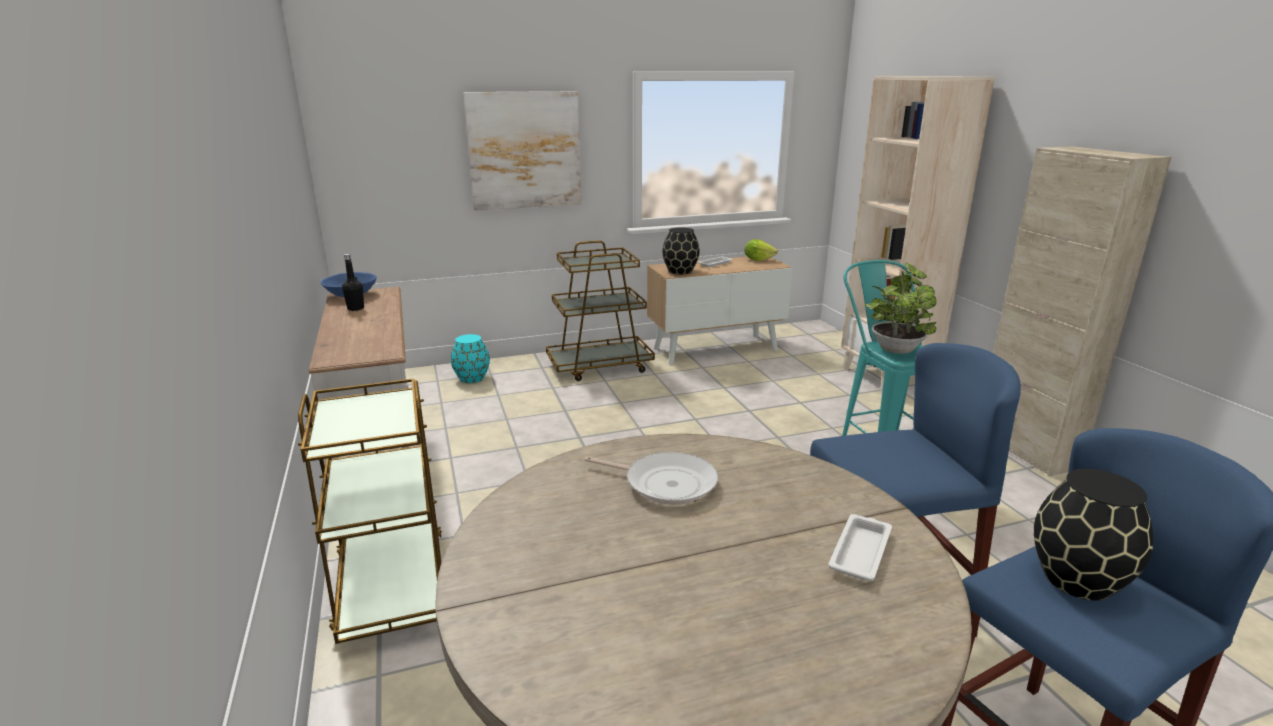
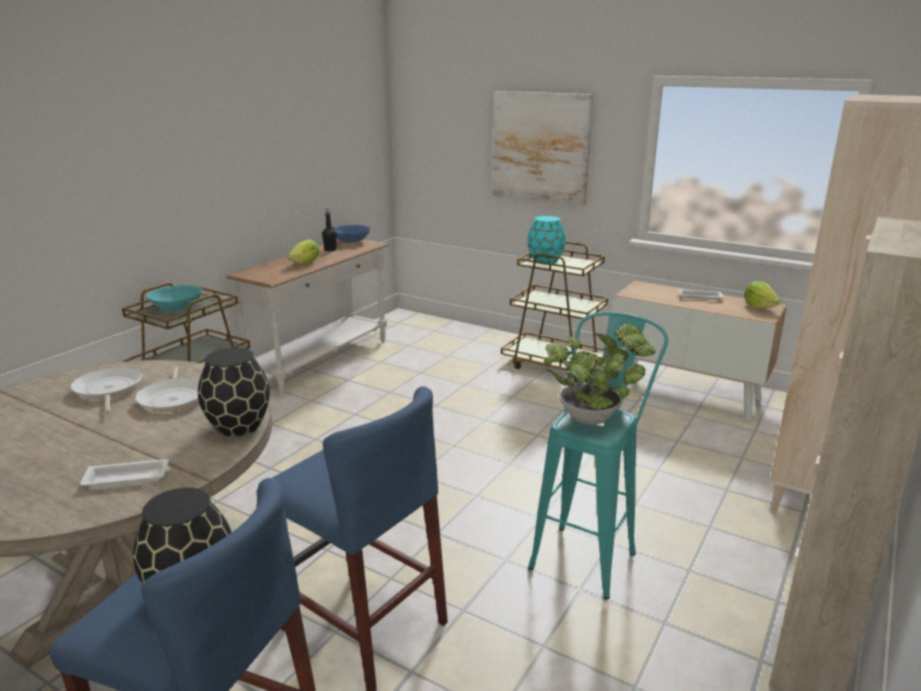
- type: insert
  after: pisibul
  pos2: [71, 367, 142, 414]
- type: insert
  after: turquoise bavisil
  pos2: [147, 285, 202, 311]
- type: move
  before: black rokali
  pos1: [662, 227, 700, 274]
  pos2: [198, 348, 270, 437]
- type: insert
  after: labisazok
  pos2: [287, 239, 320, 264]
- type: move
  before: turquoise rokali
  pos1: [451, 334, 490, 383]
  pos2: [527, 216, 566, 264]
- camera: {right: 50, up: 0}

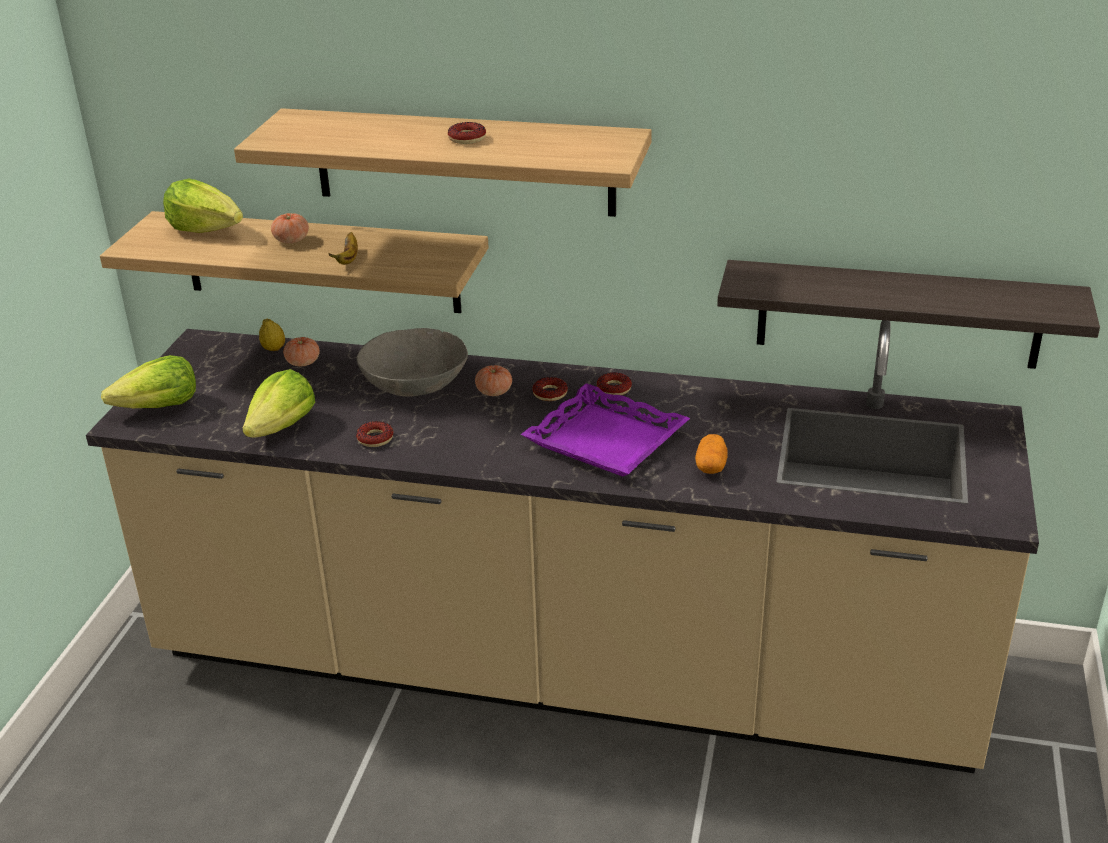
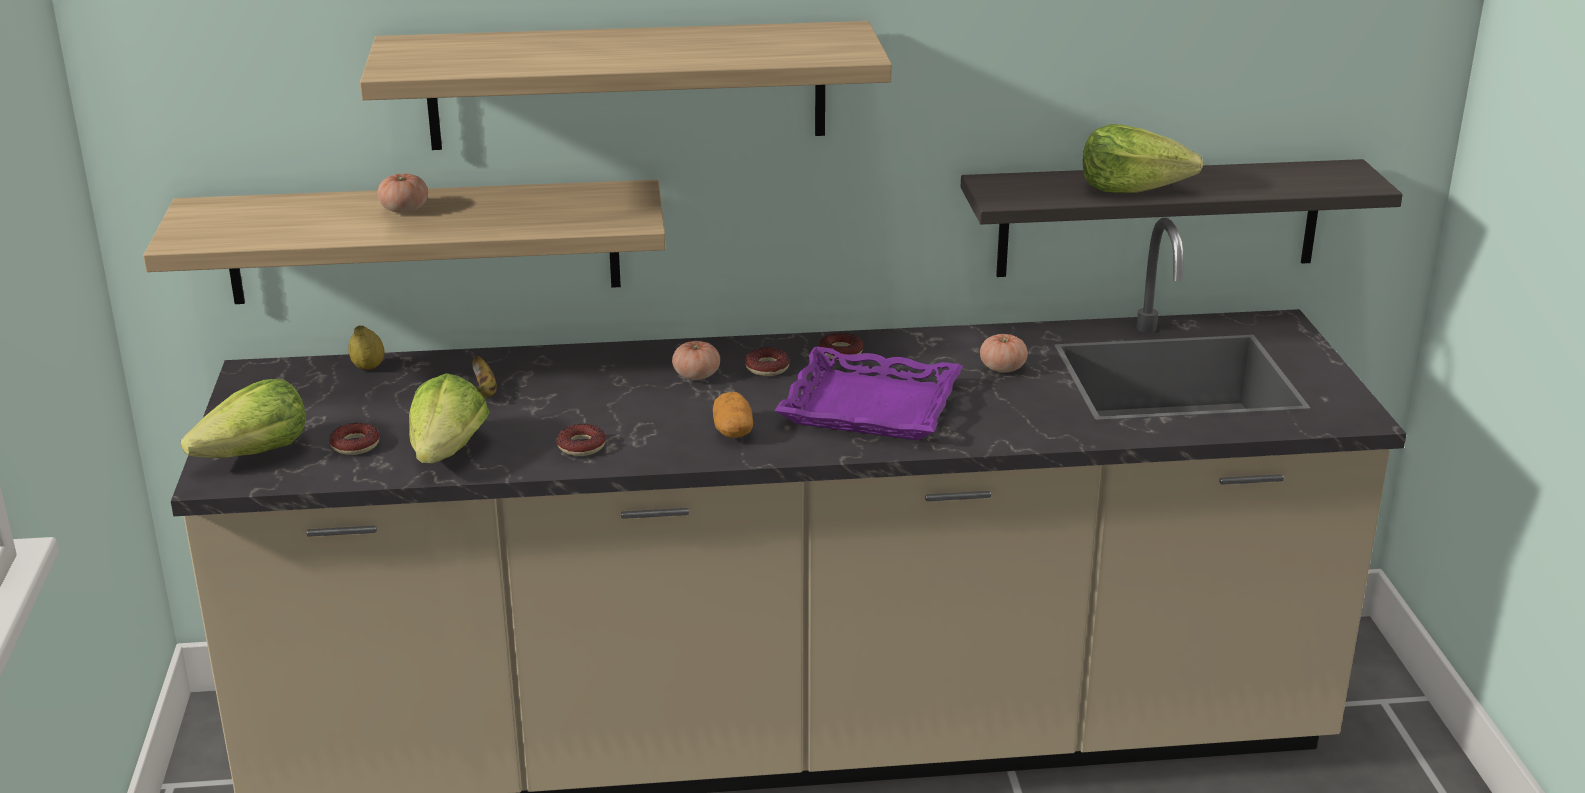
- type: move
  before: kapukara
  pos1: [448, 122, 486, 144]
  pos2: [329, 423, 379, 455]
- type: move
  before: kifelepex
  pos1: [329, 232, 358, 265]
  pos2: [472, 356, 497, 398]
- type: move
  before: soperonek
  pos1: [695, 434, 728, 474]
  pos2: [713, 392, 753, 438]
- type: move
  before: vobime
  pos1: [283, 337, 320, 366]
  pos2: [980, 334, 1028, 372]
- type: move
  before: labisazok
  pos1: [163, 178, 243, 233]
  pos2: [1083, 124, 1203, 193]
- type: delete
  before: grey bavisil
  pos1: [357, 328, 468, 397]
- camera: {right: -20, up: -5}

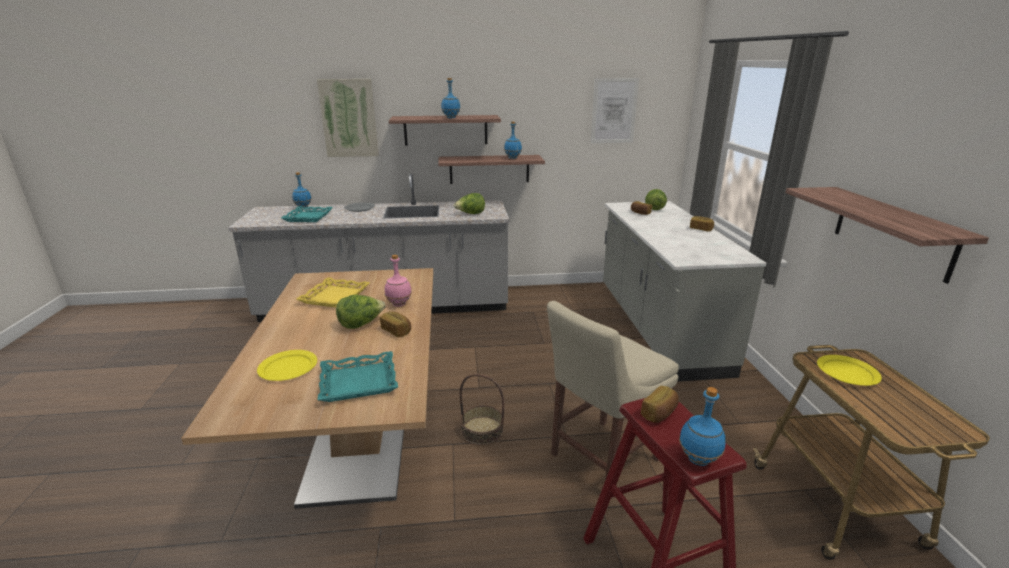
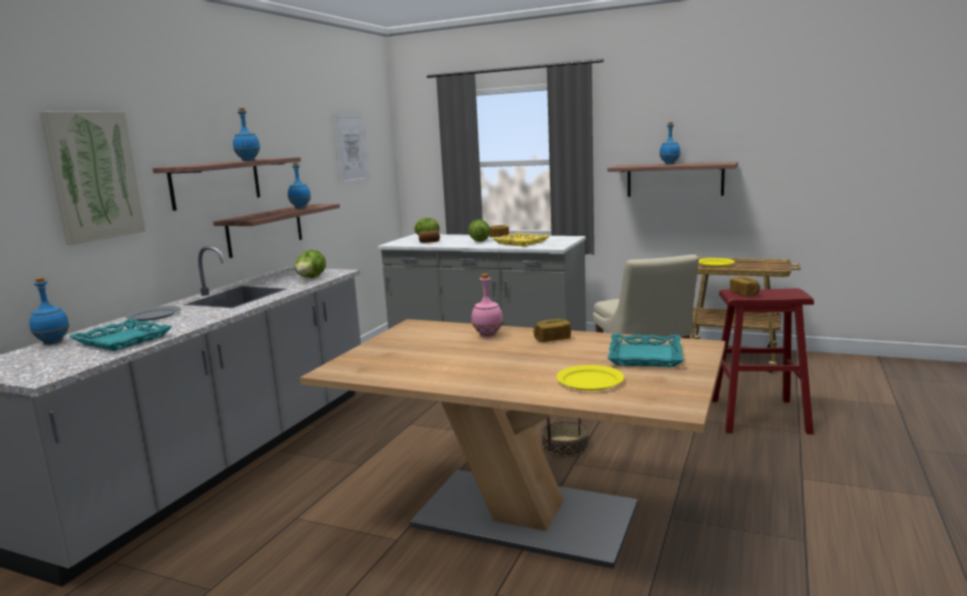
- type: move
  before: labisazok
  pos1: [336, 295, 386, 329]
  pos2: [468, 219, 490, 242]
- type: move
  before: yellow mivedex
  pos1: [296, 277, 370, 308]
  pos2: [493, 232, 549, 246]
- type: move
  before: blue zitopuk
  pos1: [679, 387, 726, 466]
  pos2: [660, 122, 681, 164]
- camera: {right: -60, up: -10}

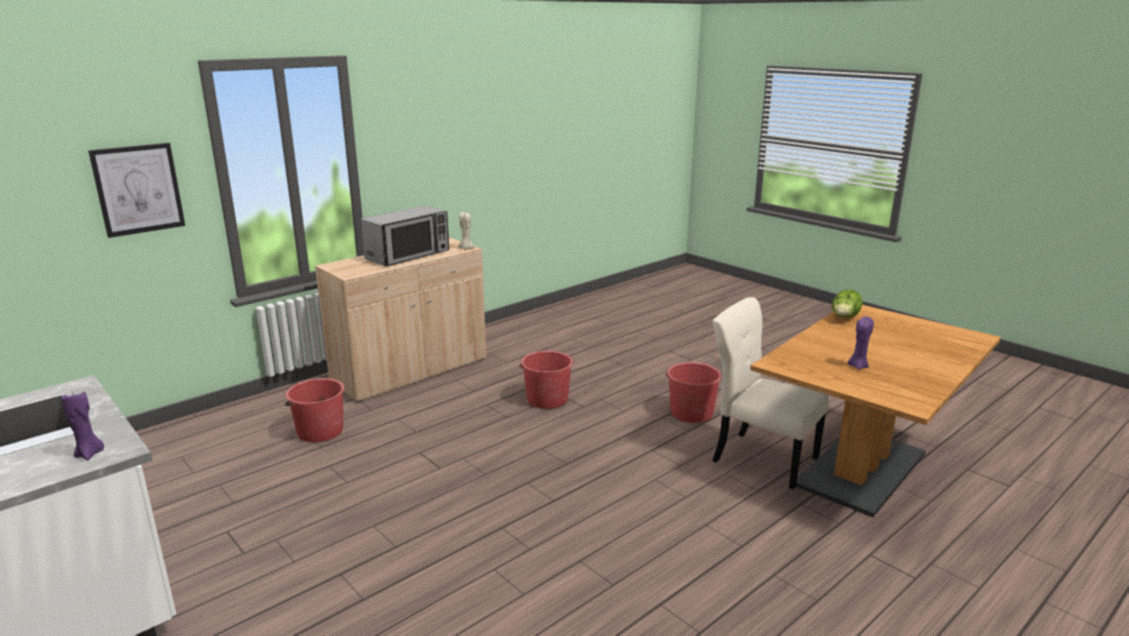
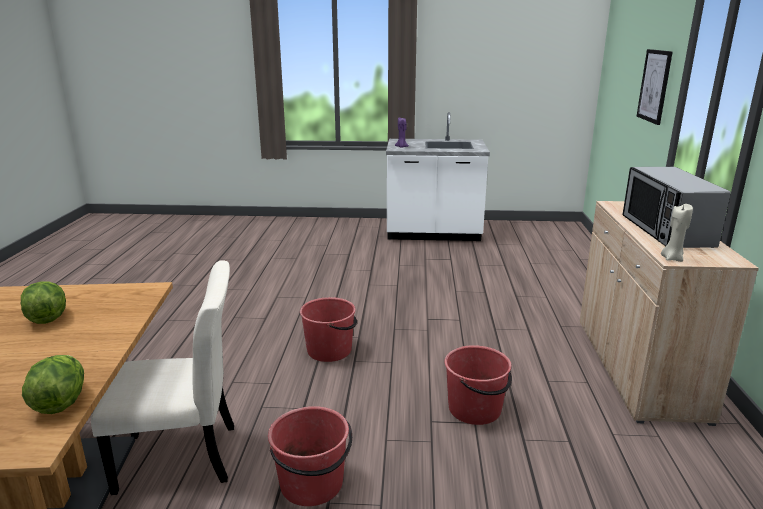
- type: replace
  before: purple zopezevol
  after: labisazok
  pos1: [848, 316, 874, 370]
  pos2: [21, 281, 66, 324]
- type: move
  before: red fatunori
  pos1: [285, 378, 344, 442]
  pos2: [300, 297, 357, 362]
- camera: {right: 135, up: 0}

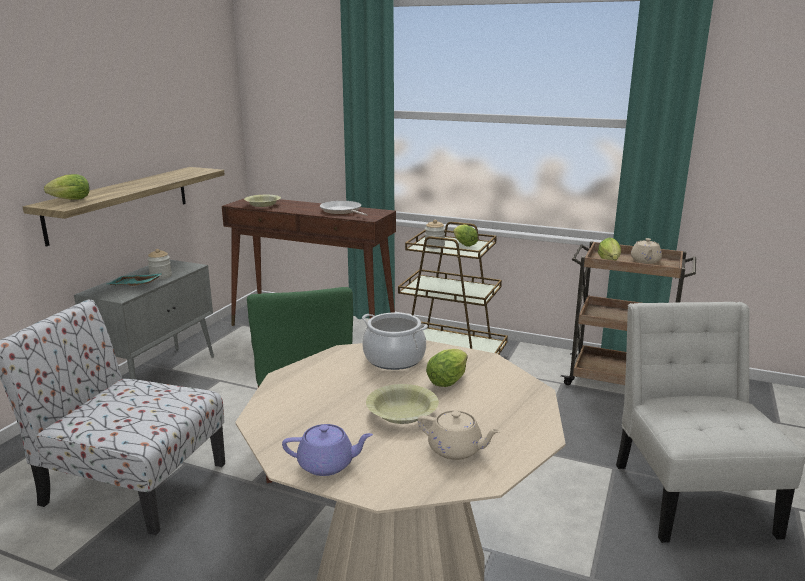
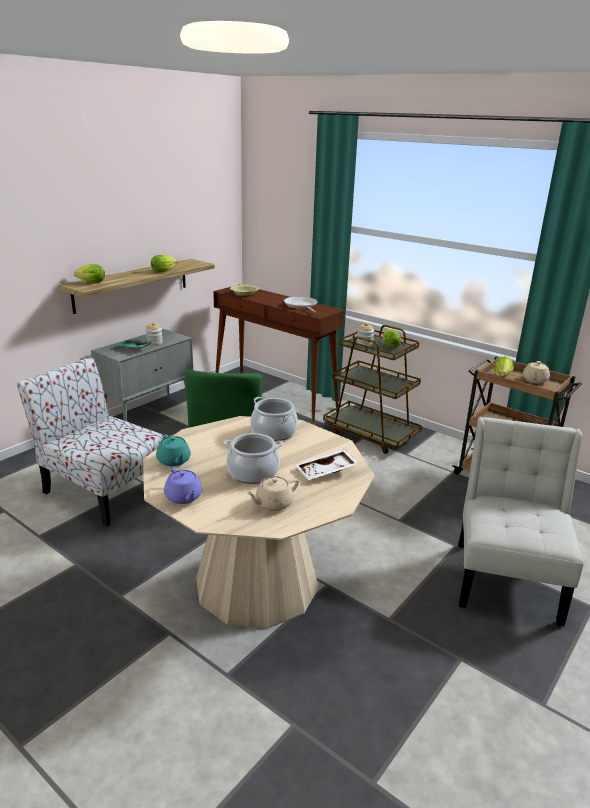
- type: move
  before: labisazok
  pos1: [426, 349, 467, 387]
  pos2: [151, 255, 177, 272]
- type: insert
  after: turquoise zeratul
  pos2: [156, 435, 191, 466]
- type: rotate
  before: purple zeratul
  pos1: [282, 424, 373, 476]
  pos2: [164, 468, 202, 504]
  turn: 45
- type: replace
  before: yellow bavisil
  after: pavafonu
  pos1: [366, 384, 439, 424]
  pos2: [224, 433, 283, 484]
- type: rotate
  before: beige zeratul
  pos1: [418, 410, 501, 460]
  pos2: [246, 476, 299, 511]
  turn: 105
- type: insert
  after: white mivedex
  pos2: [295, 449, 359, 480]
- camera: {right: 15, up: 5}

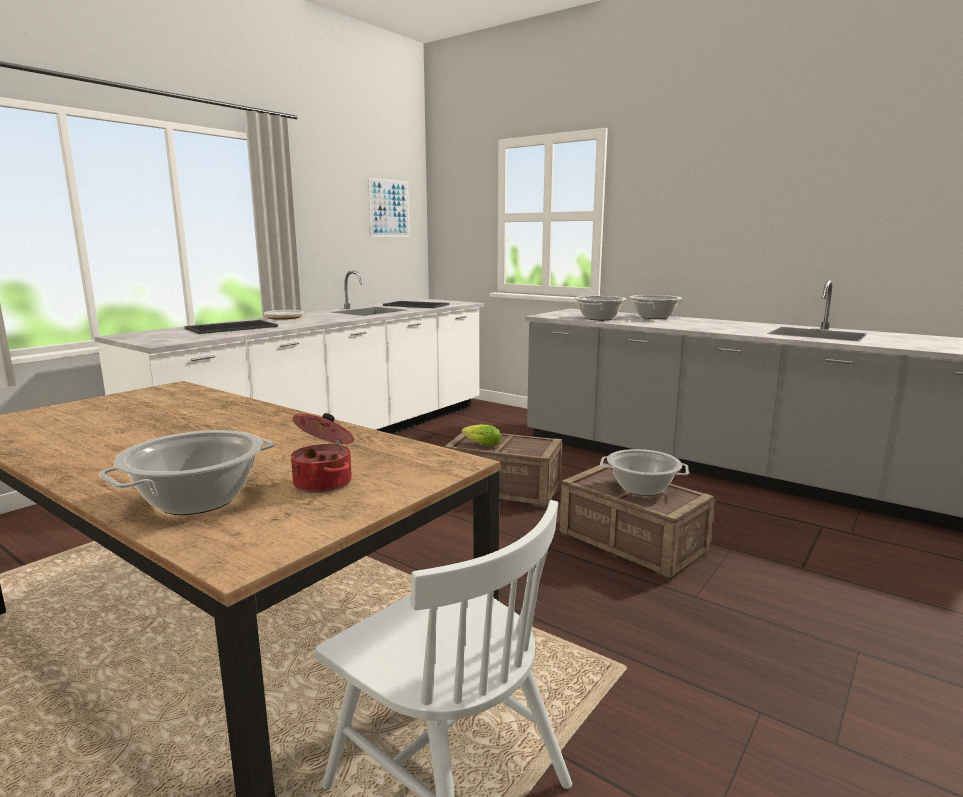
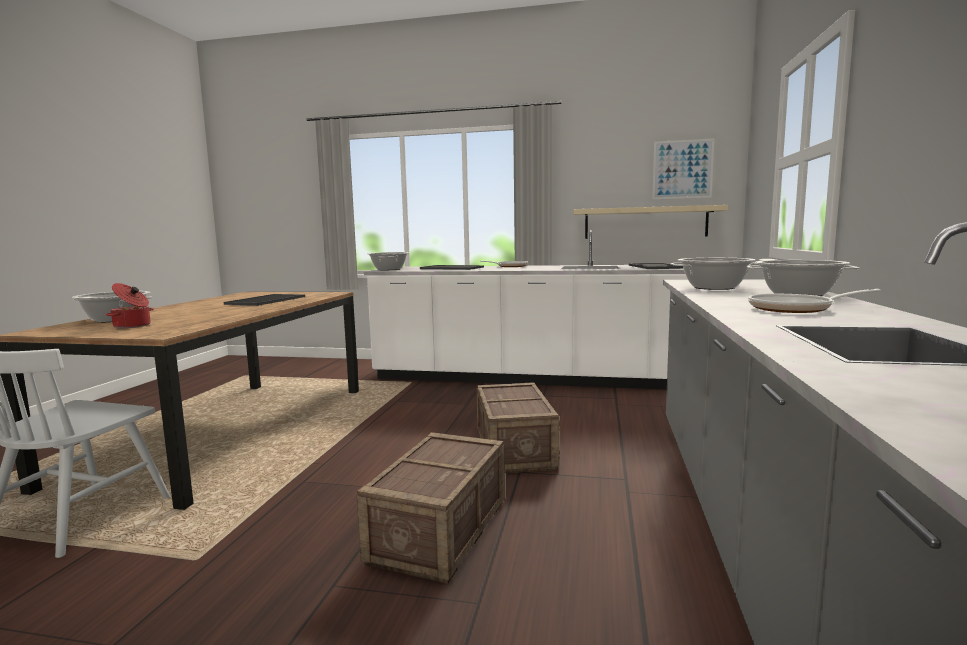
- type: insert
  after: mivedex
  pos2: [224, 294, 305, 306]
- type: move
  before: pavafonu
  pos1: [600, 449, 689, 496]
  pos2: [367, 252, 409, 270]
- type: insert
  after: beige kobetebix
  pos2: [574, 205, 728, 239]
- type: insert
  after: pisibul
  pos2: [748, 289, 881, 313]
- type: delete
  before: labisazok
  pos1: [462, 424, 501, 446]
- camera: {right: 65, up: -5}

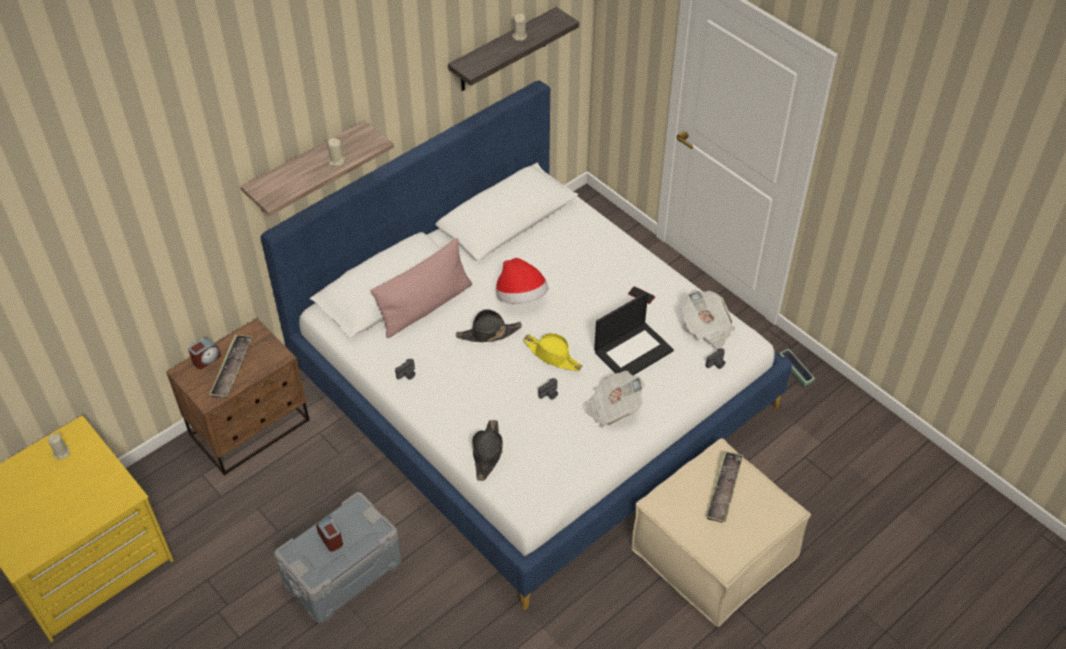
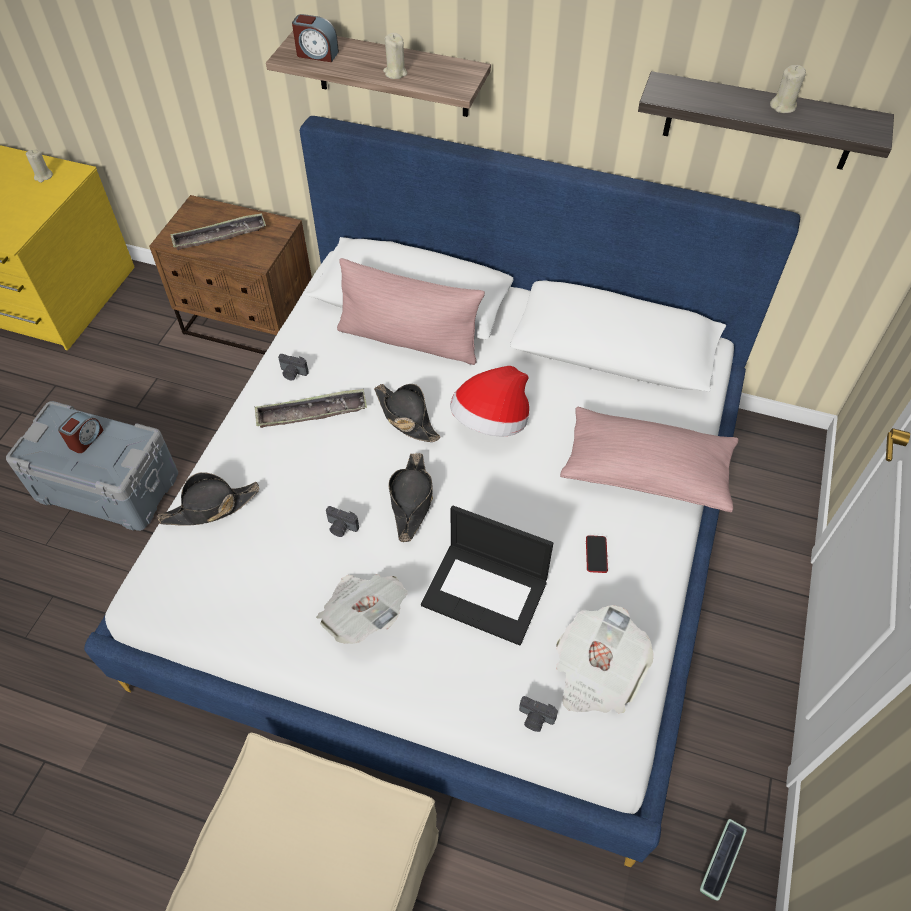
- type: move
  before: mivedex
  pos1: [706, 451, 743, 523]
  pos2: [255, 389, 367, 428]
- type: move
  before: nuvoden
  pos1: [188, 338, 221, 369]
  pos2: [292, 14, 339, 62]
- type: recolor
  before: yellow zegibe
  after: black zegibe
  pos1: [523, 333, 582, 371]
  pos2: [389, 453, 433, 542]
- type: insert
  after: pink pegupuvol
  pos2: [560, 407, 739, 512]
- camera: {right: 60, up: 5}

